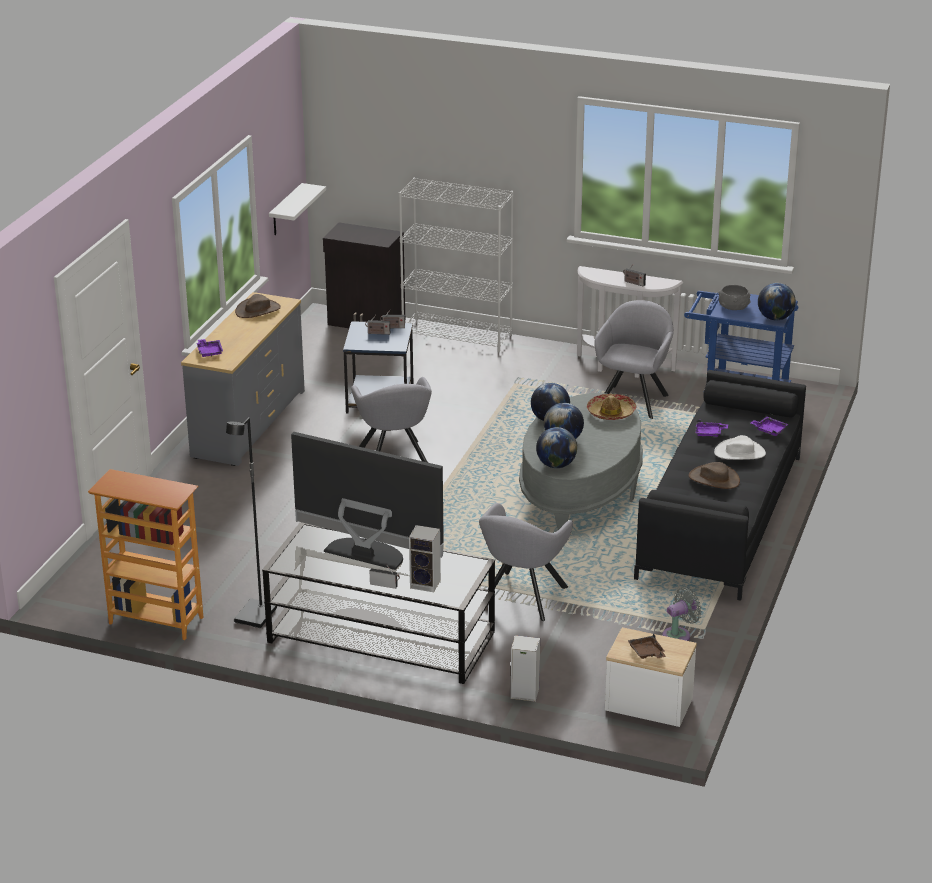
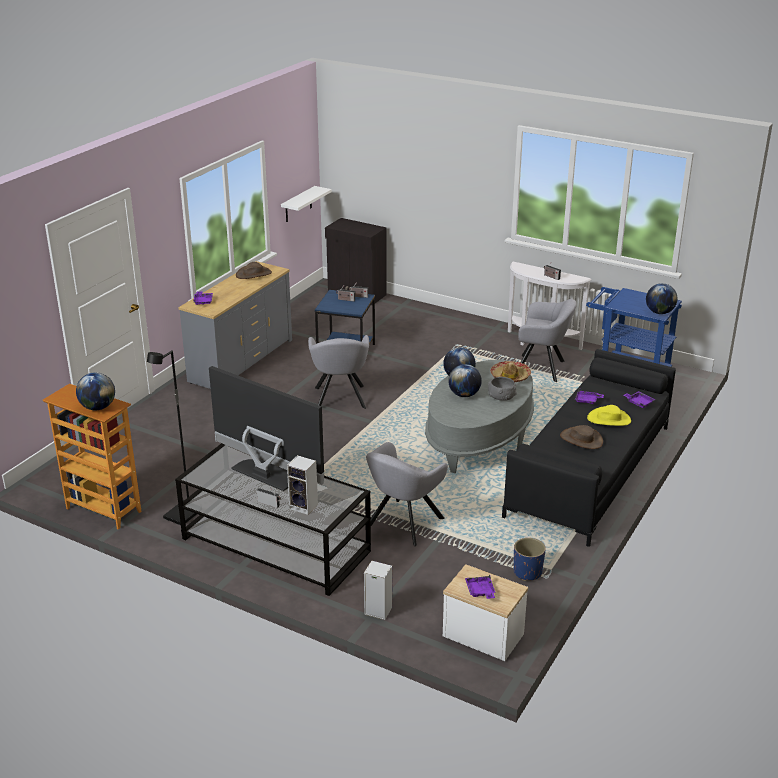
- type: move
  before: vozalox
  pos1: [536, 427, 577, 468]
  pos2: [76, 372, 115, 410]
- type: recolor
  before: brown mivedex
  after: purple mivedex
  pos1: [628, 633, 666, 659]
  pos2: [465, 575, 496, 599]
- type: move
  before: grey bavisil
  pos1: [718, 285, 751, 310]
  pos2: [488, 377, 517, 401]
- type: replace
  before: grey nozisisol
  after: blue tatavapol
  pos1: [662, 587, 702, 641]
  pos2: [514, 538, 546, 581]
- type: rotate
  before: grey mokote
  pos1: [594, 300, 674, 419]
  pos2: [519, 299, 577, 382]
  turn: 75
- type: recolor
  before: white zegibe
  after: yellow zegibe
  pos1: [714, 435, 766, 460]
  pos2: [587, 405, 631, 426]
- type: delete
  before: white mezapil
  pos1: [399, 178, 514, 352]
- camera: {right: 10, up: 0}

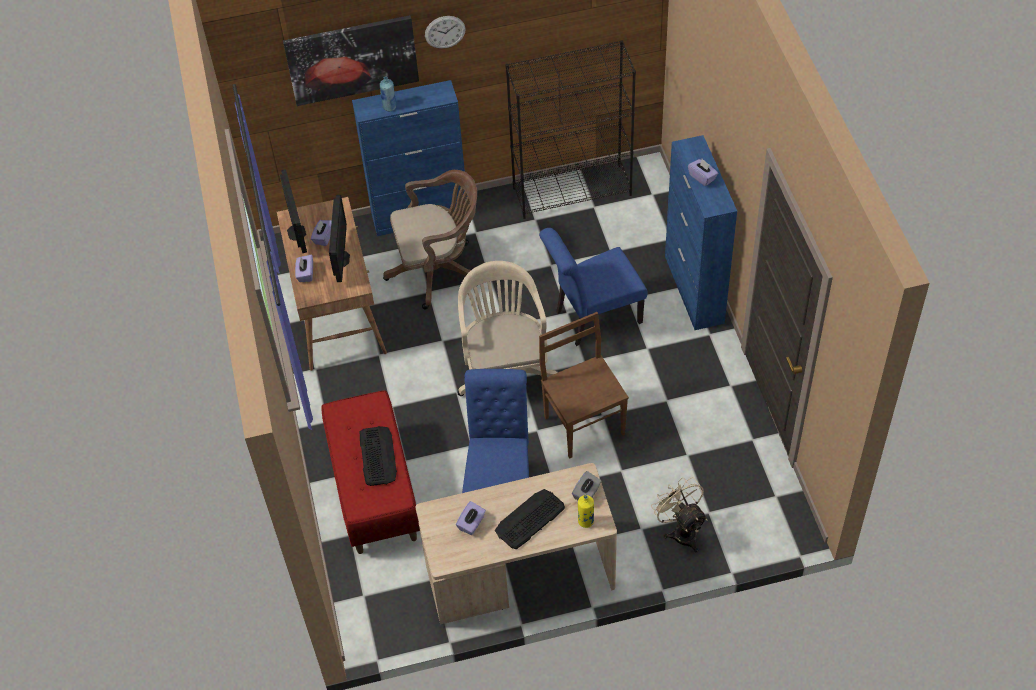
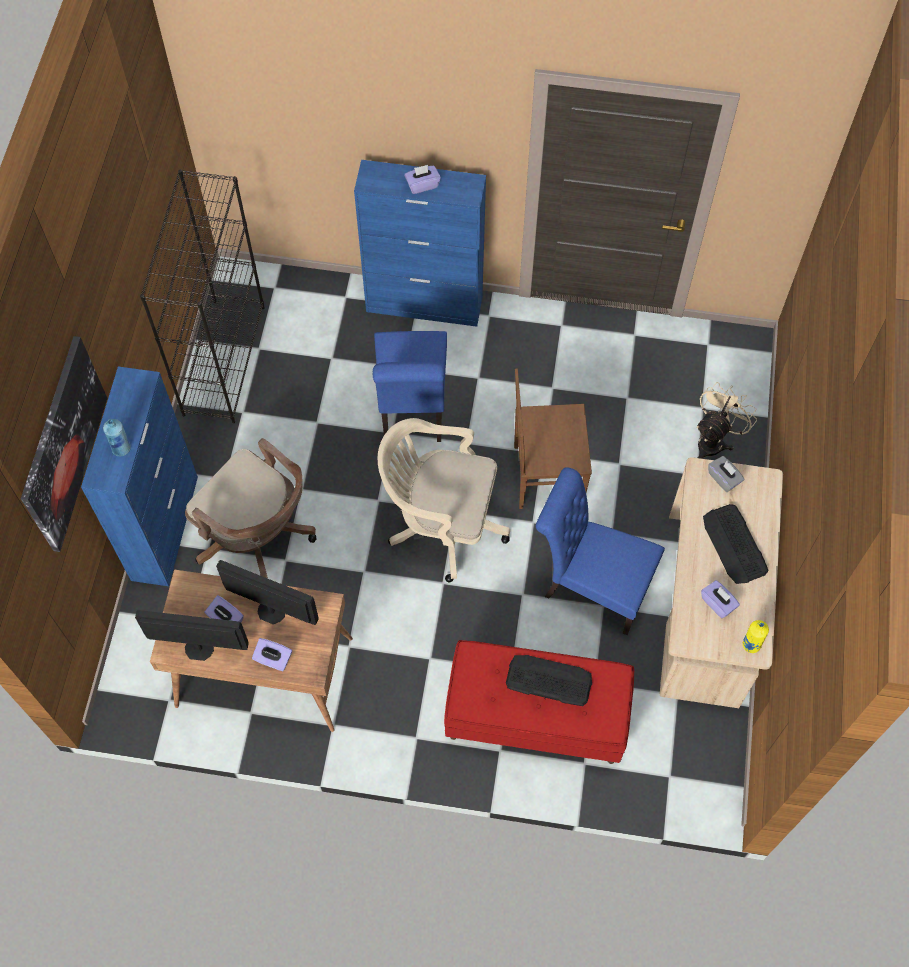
- type: rotate
  before: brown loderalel
  pos1: [383, 170, 478, 310]
  pos2: [185, 438, 317, 578]
  turn: 120
- type: rotate
  before: beige nozisisol
  pos1: [651, 477, 707, 553]
  pos2: [697, 382, 757, 459]
  turn: 135
- type: move
  before: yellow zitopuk
  pos1: [578, 495, 594, 528]
  pos2: [743, 620, 769, 653]
- type: delete
  before: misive
  pos1: [425, 16, 466, 49]
- camera: {right: -70, up: 10}

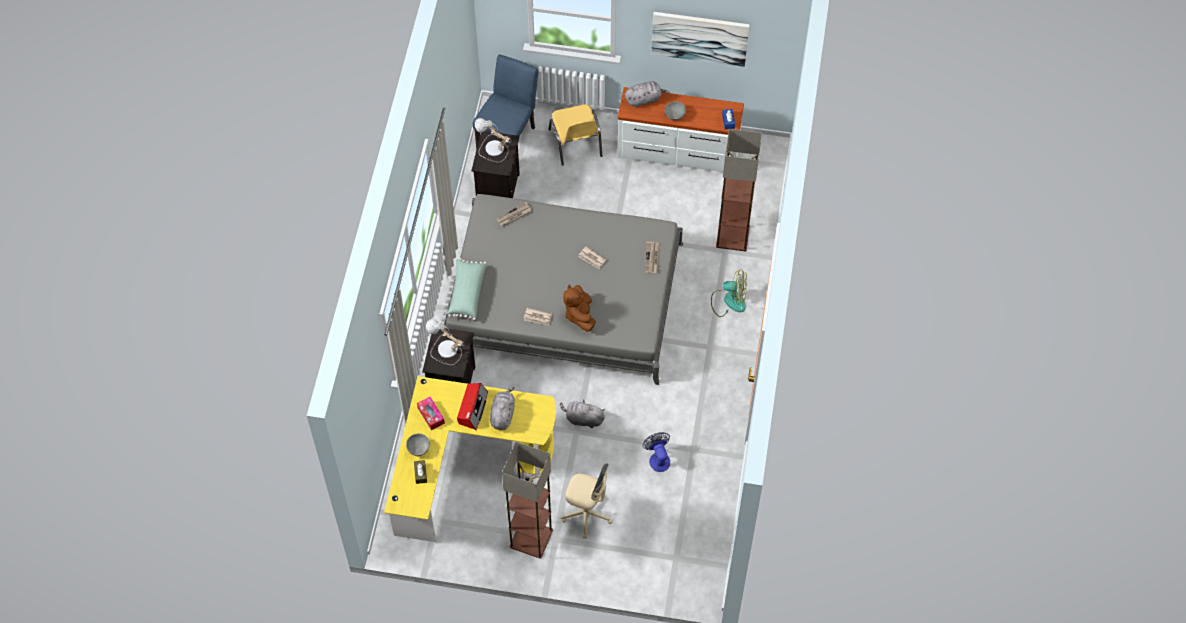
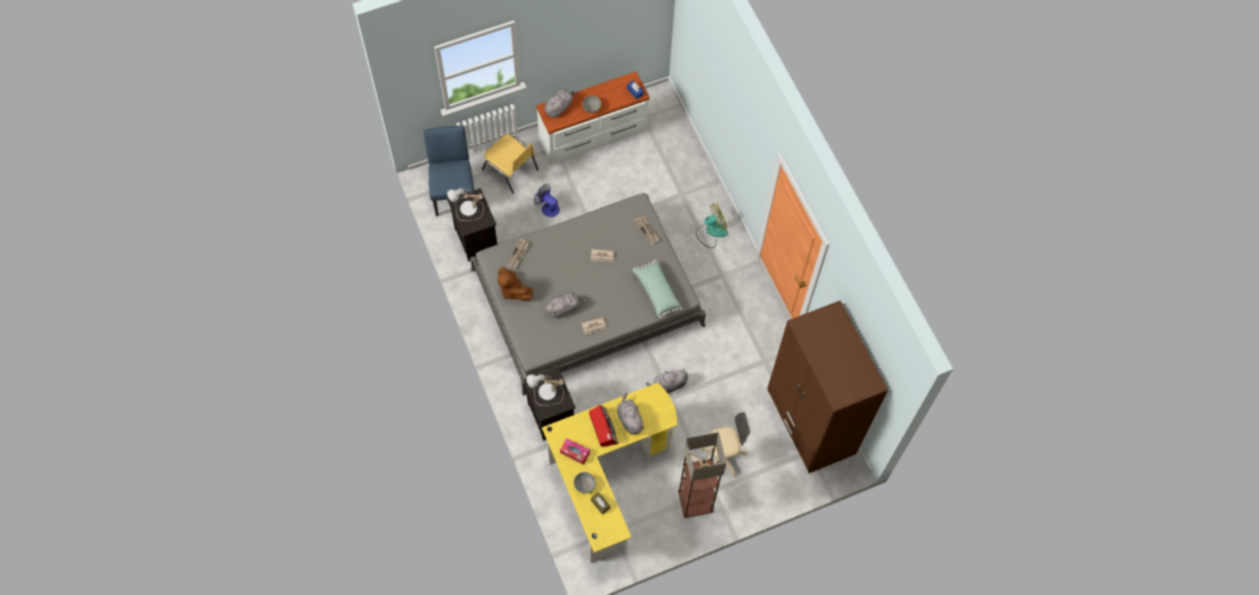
- type: move
  before: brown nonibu
  pos1: [563, 285, 596, 331]
  pos2: [497, 267, 533, 300]
- type: move
  before: nozisisol
  pos1: [642, 432, 670, 472]
  pos2: [534, 184, 560, 217]
- type: insert
  after: grey nonibu
  pos2: [546, 292, 587, 318]
- type: move
  before: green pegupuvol
  pos1: [447, 258, 487, 320]
  pos2: [632, 259, 682, 318]
- type: insert
  after: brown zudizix
  pos2: [767, 301, 888, 473]
- type: delete
  before: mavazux
  pos1: [651, 12, 749, 67]
- type: delete
  before: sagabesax
  pos1: [716, 129, 762, 251]
- camera: {right: -35, up: 5}

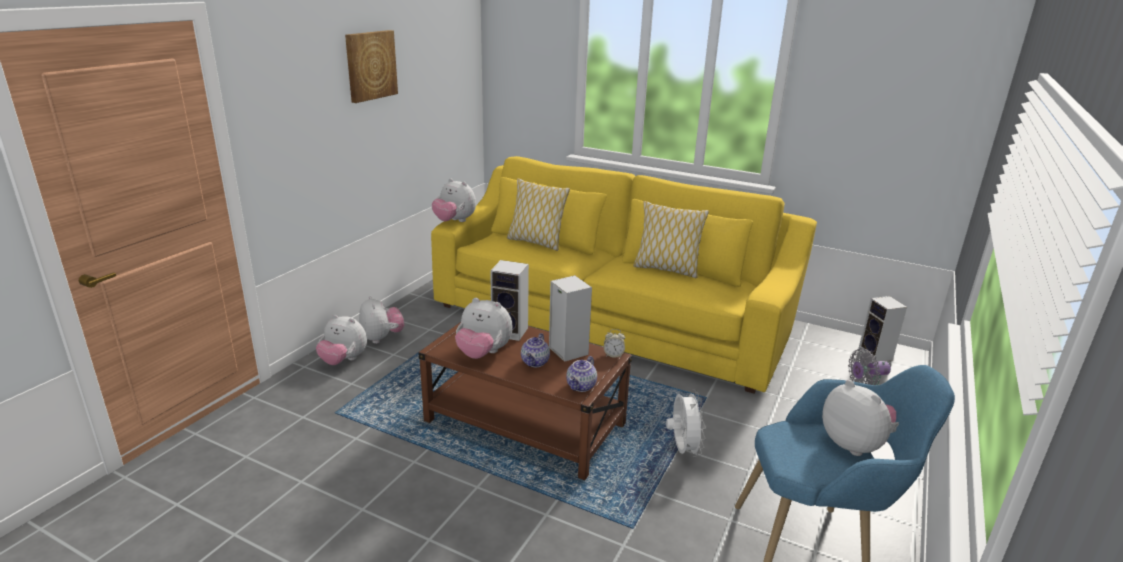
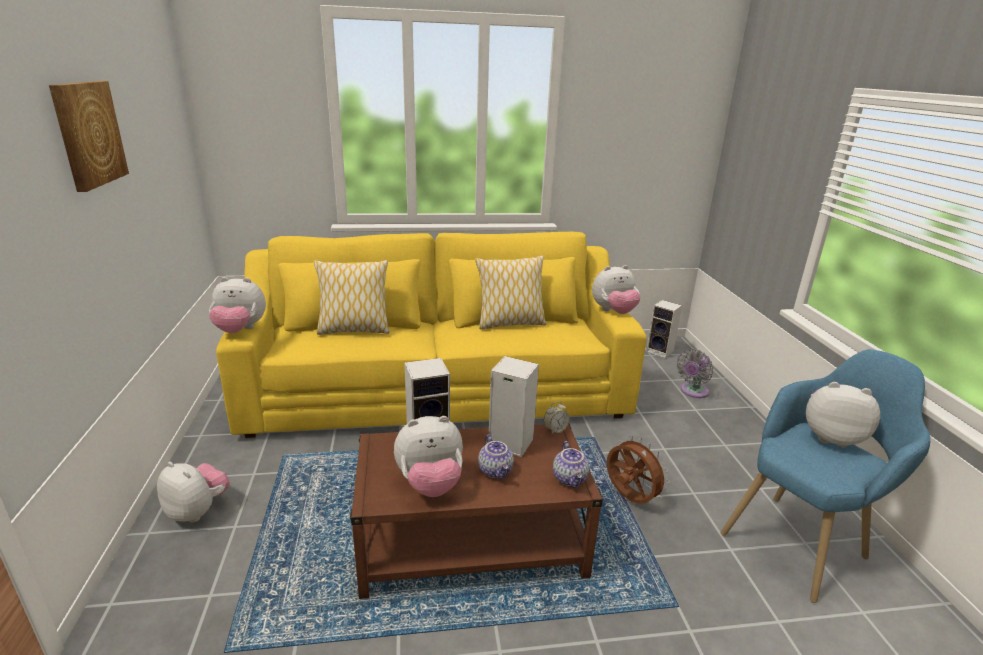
- type: move
  before: nonibu
  pos1: [316, 315, 367, 365]
  pos2: [592, 265, 640, 314]
- type: recolor
  before: white nozisisol
  after: brown nozisisol
  pos1: [666, 389, 706, 457]
  pos2: [607, 436, 670, 504]
- camera: {right: -35, up: 0}

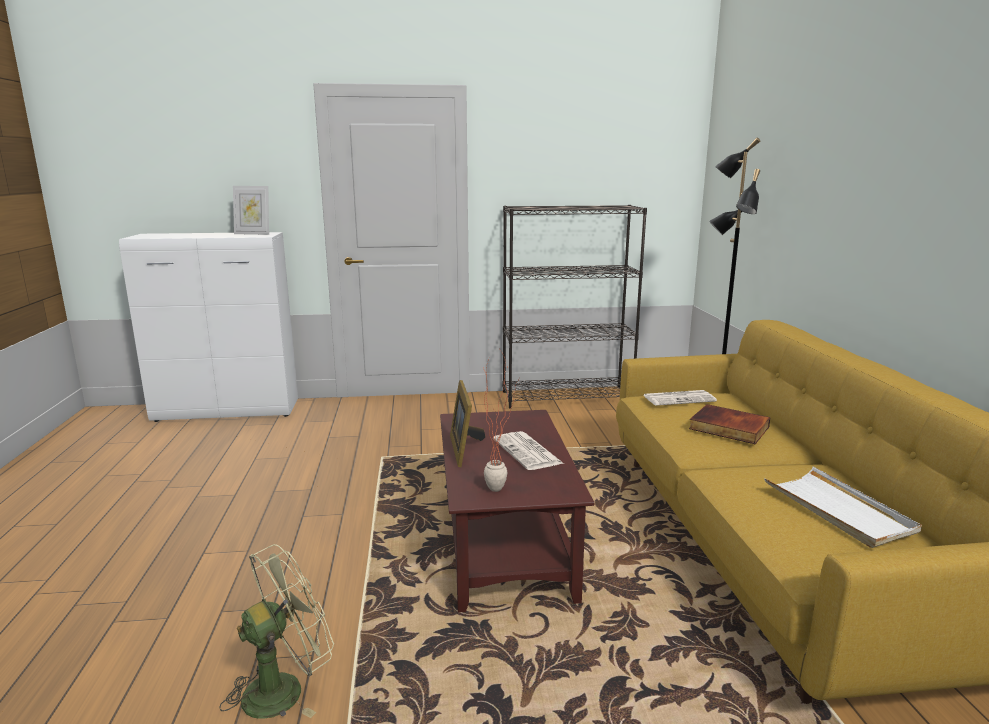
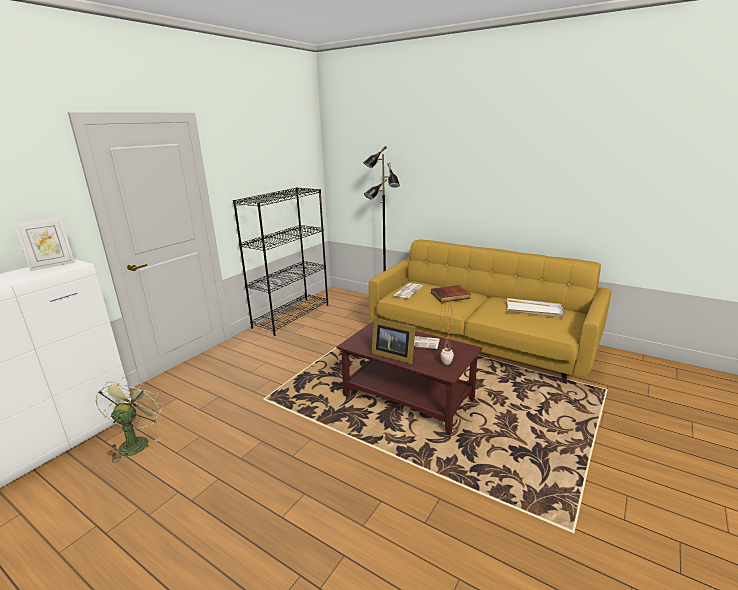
- type: move
  before: green nozisisol
  pos1: [219, 544, 334, 719]
  pos2: [96, 377, 164, 463]
- camera: {right: -50, up: 5}

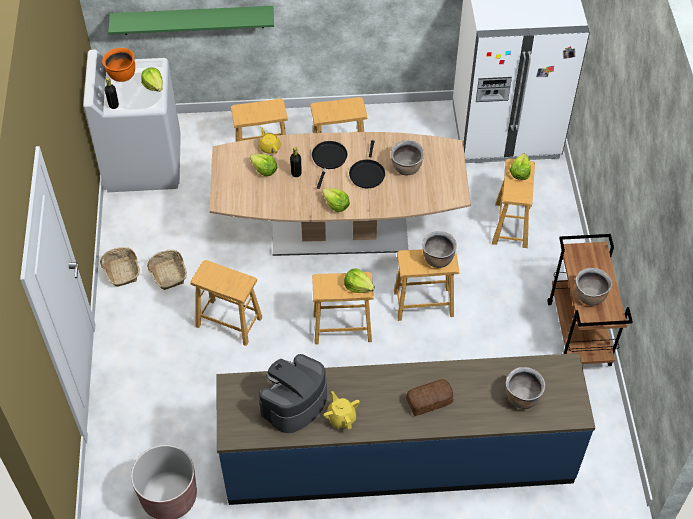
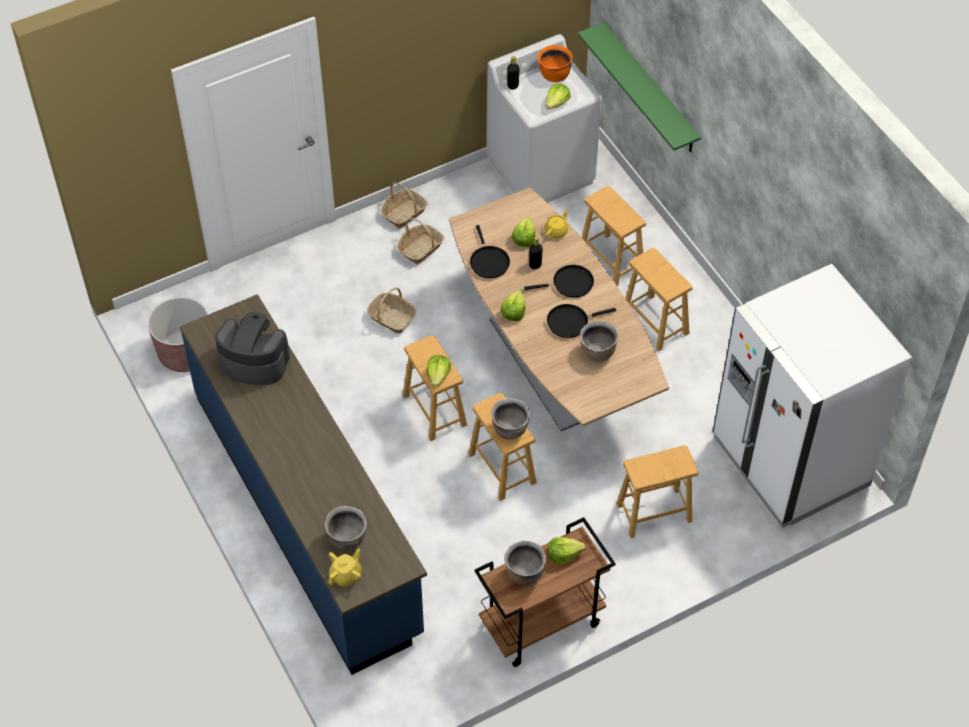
- type: move
  before: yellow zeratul
  pos1: [323, 391, 360, 429]
  pos2: [328, 548, 362, 587]
- type: replace
  before: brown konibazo
  after: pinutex
  pos1: [190, 260, 262, 346]
  pos2: [367, 287, 416, 333]
- type: insert
  after: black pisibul
  pos2: [470, 225, 510, 278]
- type: move
  before: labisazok
  pos1: [509, 154, 531, 180]
  pos2: [547, 537, 585, 565]
- type: delete
  before: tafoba
  pos1: [406, 379, 454, 416]
- camera: {right: 65, up: 0}

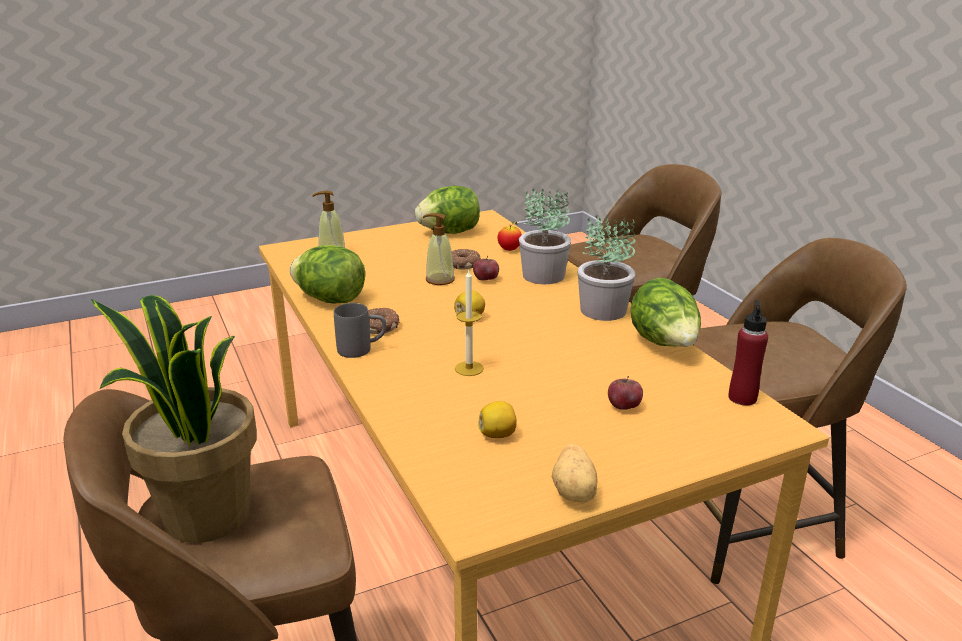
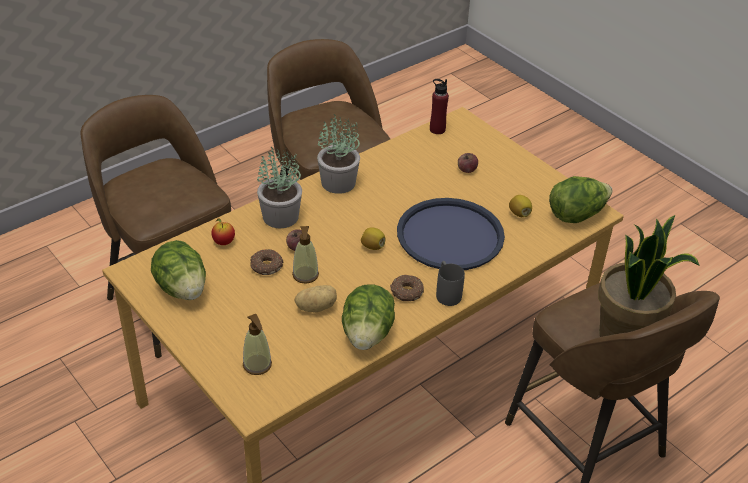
- type: move
  before: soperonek
  pos1: [552, 444, 597, 503]
  pos2: [295, 285, 337, 313]
- type: replace
  before: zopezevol
  after: blue mivedex
  pos1: [455, 268, 484, 376]
  pos2: [397, 198, 505, 270]
- type: move
  before: labisazok
  pos1: [631, 278, 701, 347]
  pos2: [549, 176, 613, 223]
- camera: {right: -105, up: 15}

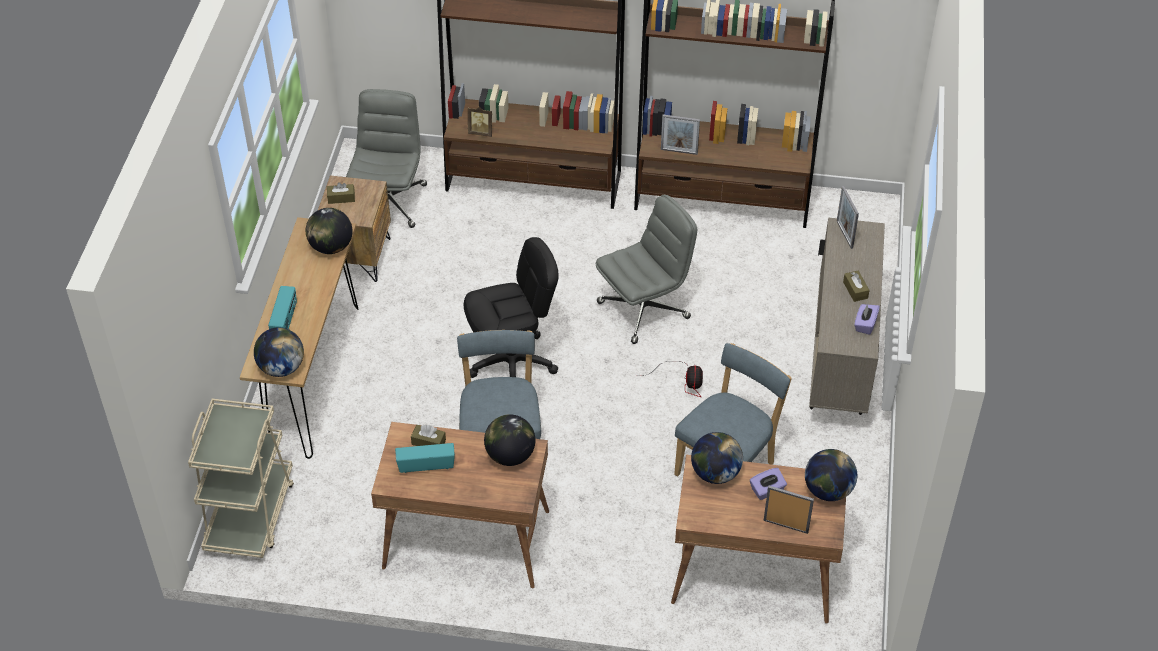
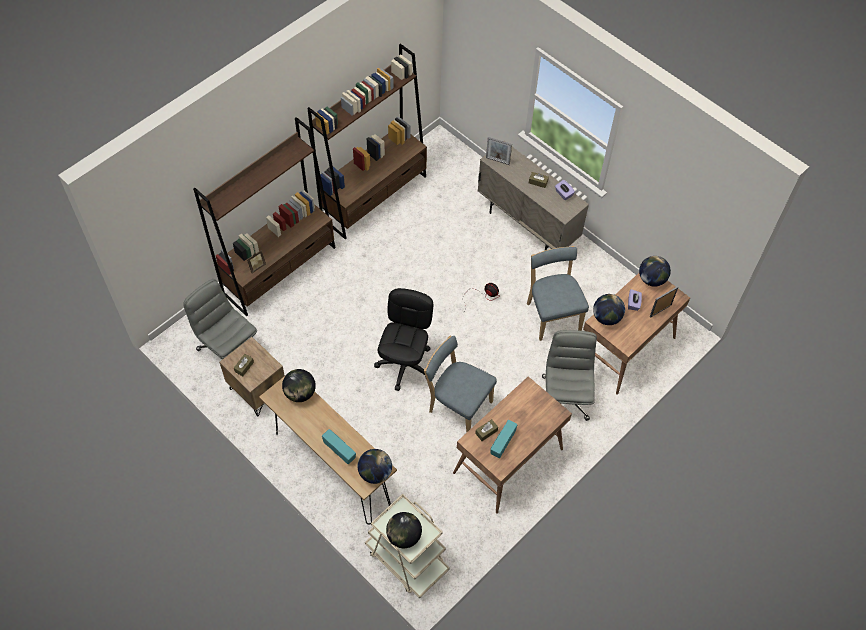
- type: move
  before: vozalox
  pos1: [484, 414, 536, 466]
  pos2: [386, 512, 422, 548]
- type: move
  before: grey loderalel
  pos1: [595, 195, 697, 344]
  pos2: [542, 330, 597, 421]
- type: delete
  before: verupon
  pos1: [661, 114, 700, 155]
- camera: {right: -55, up: 10}

